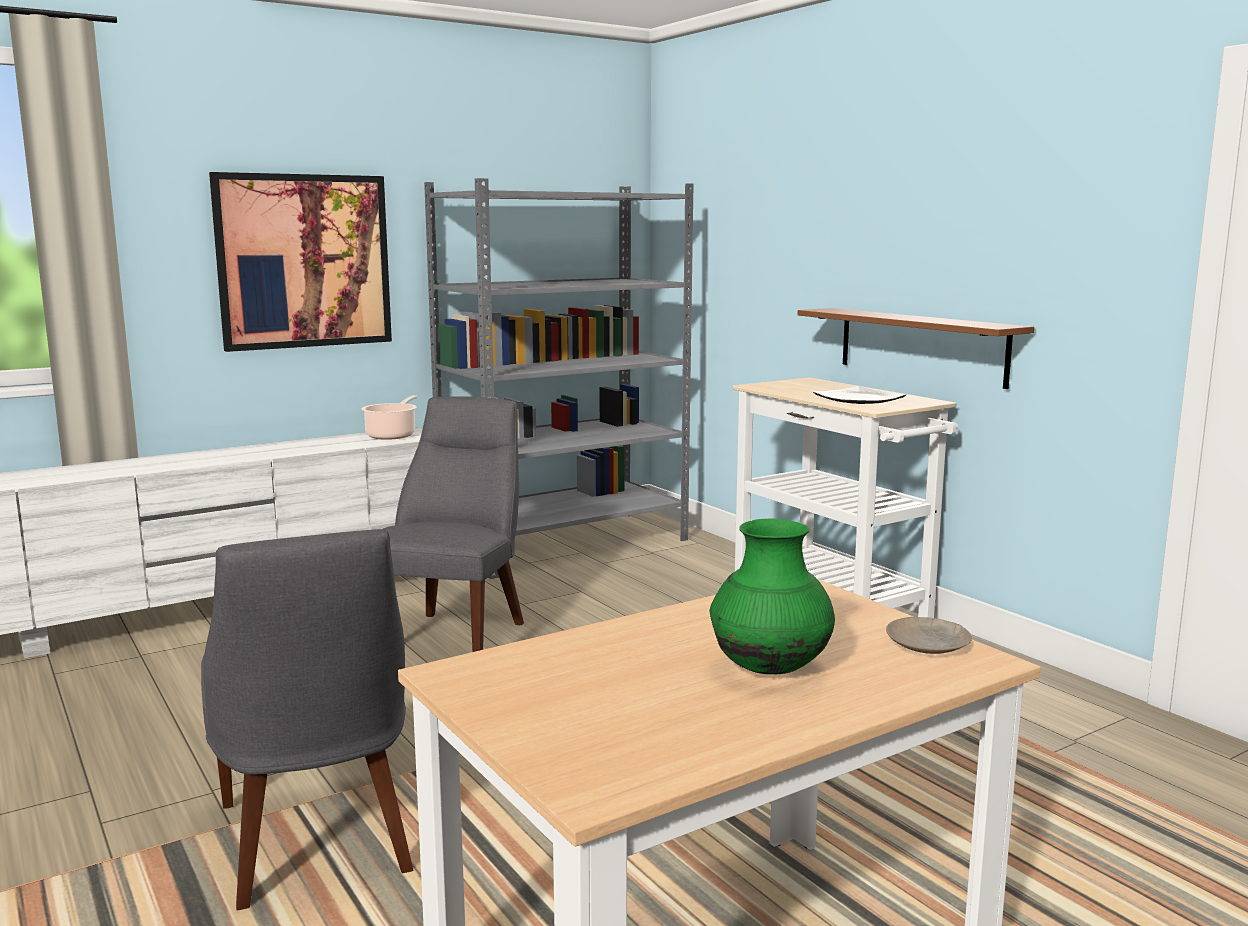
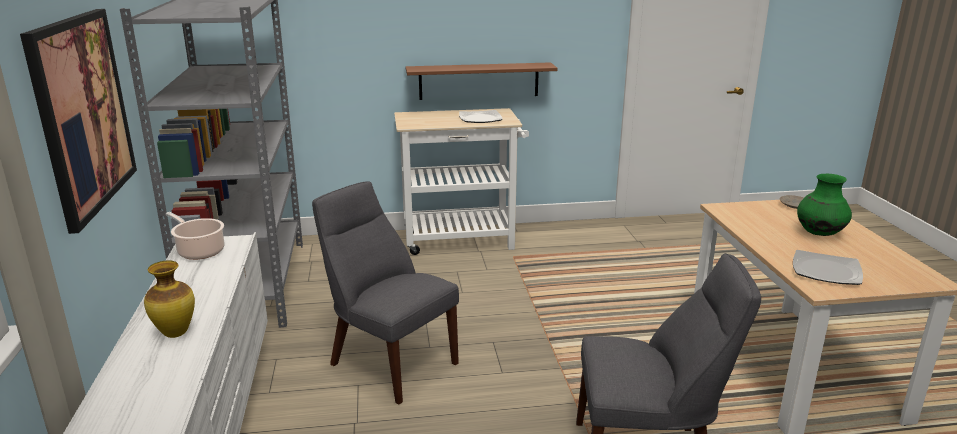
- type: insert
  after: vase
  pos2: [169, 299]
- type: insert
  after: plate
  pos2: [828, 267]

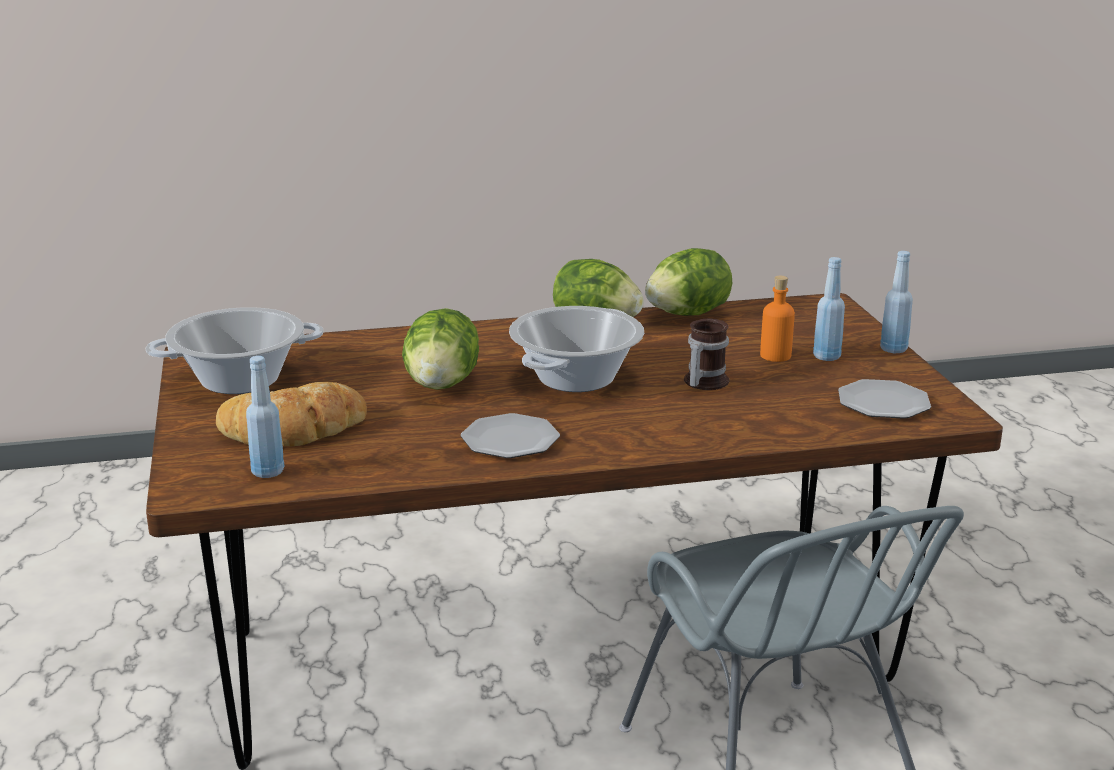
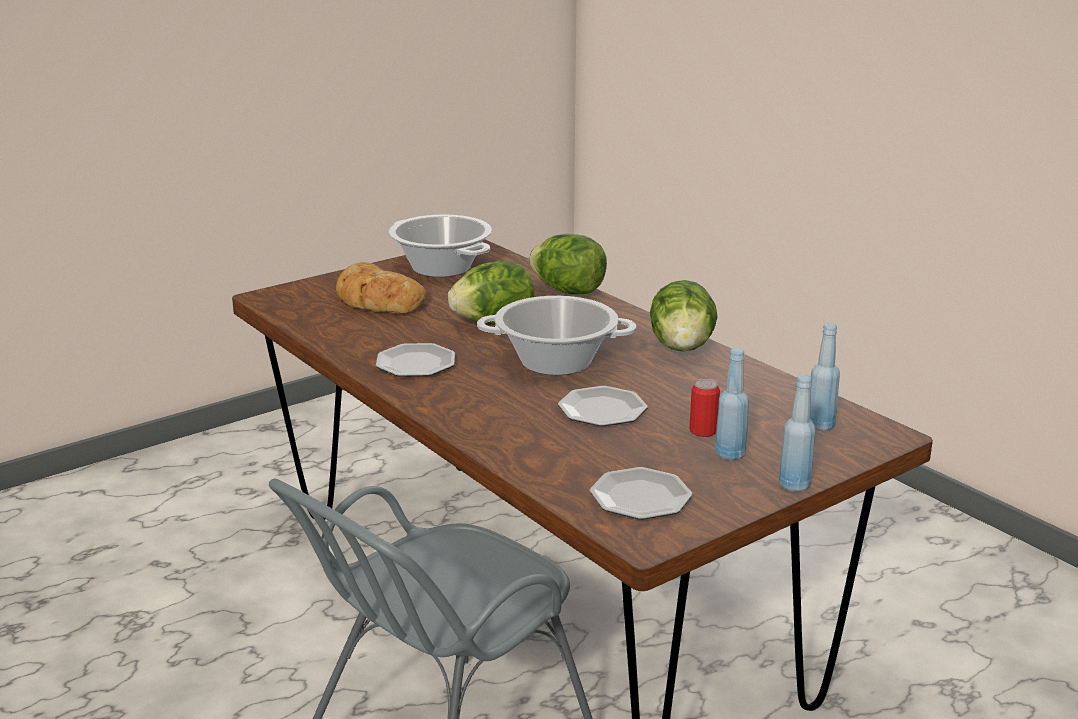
- type: move
  before: blue bottle
  pos1: [265, 417]
  pos2: [825, 377]
- type: move
  before: lettuce
  pos1: [688, 282]
  pos2: [568, 264]
- type: replace
  before: mug
  after: plate
  pos1: [706, 354]
  pos2: [603, 406]
- type: replace
  before: orange bottle
  after: can
  pos1: [777, 319]
  pos2: [704, 407]

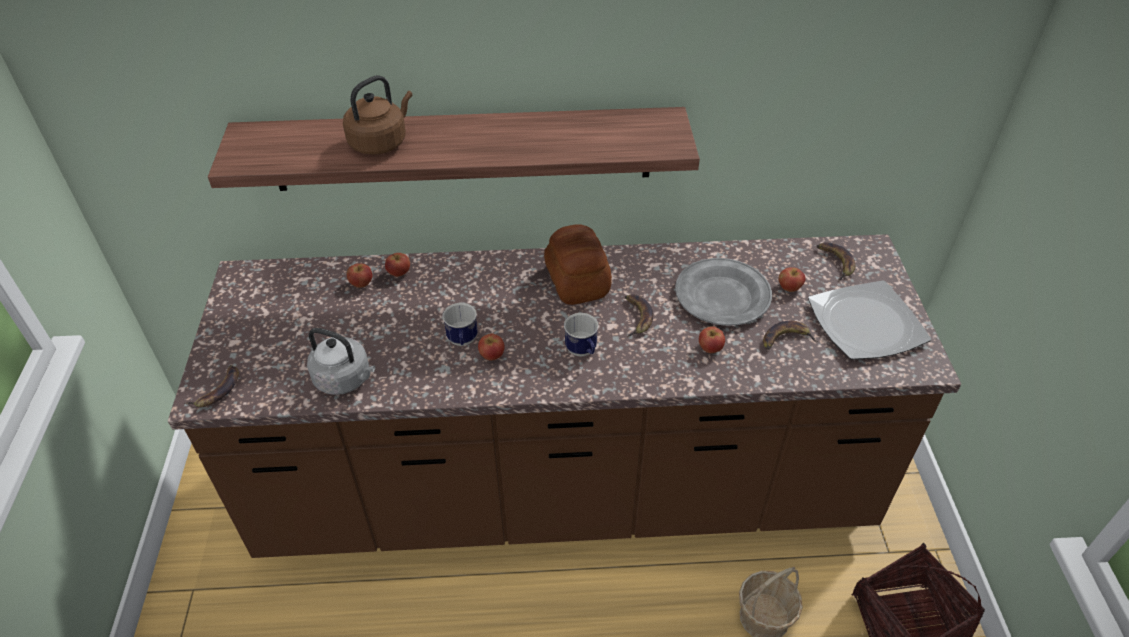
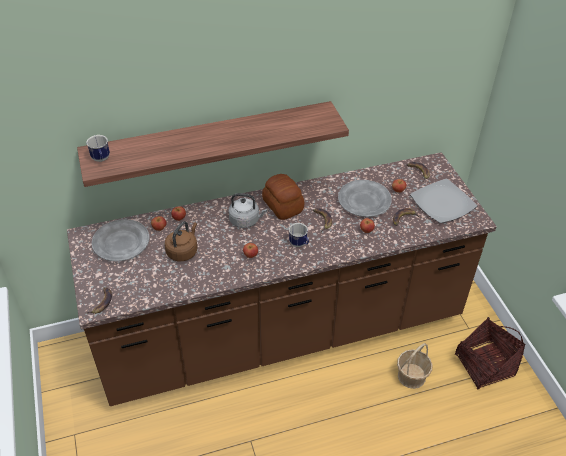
- type: move
  before: grey kettle
  pos1: [341, 361]
  pos2: [248, 210]
- type: move
  before: brown kettle
  pos1: [377, 115]
  pos2: [181, 241]
- type: move
  before: mug
  pos1: [460, 324]
  pos2: [98, 148]
- type: insert
  after: grey plate
  pos2: [120, 240]

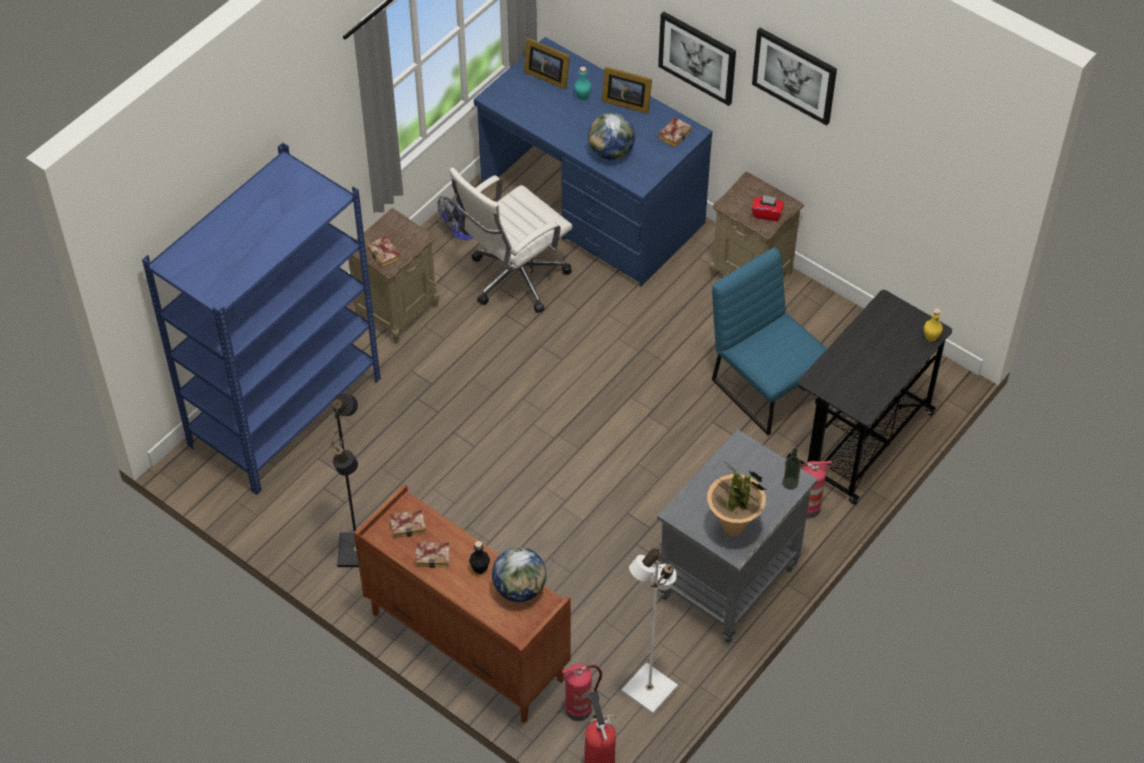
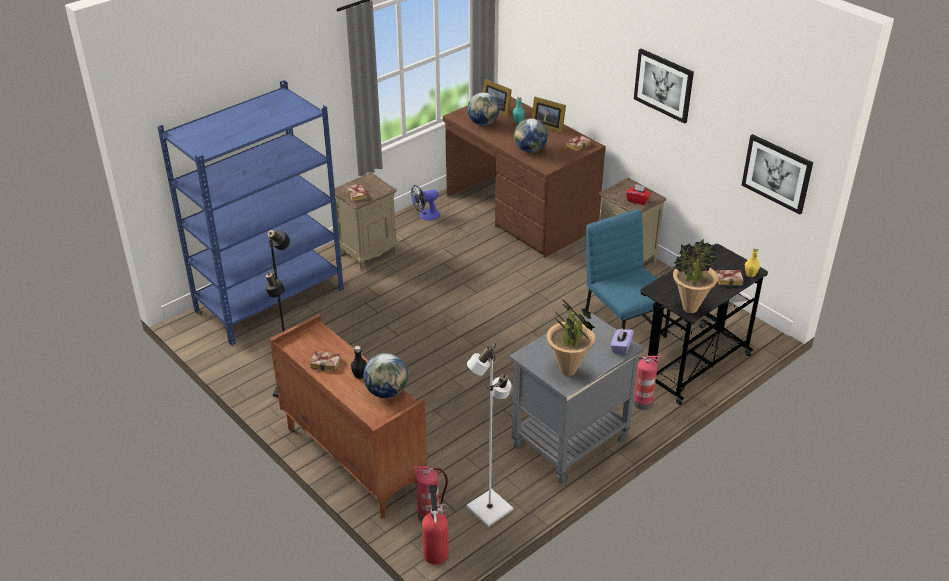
- type: move
  before: book
  pos1: [408, 523]
  pos2: [730, 278]
- type: delete
  before: white office chair
  pos1: [511, 240]
- type: recolor
  before: blue desk
  after: brown desk
  pos1: [593, 162]
  pos2: [524, 177]
- type: move
  before: picture
  pos1: [697, 58]
  pos2: [777, 174]
- type: replace
  before: bottle
  after: purple tissue box
  pos1: [791, 469]
  pos2: [622, 341]
- type: insert
  after: globe
  pos2: [483, 109]
- type: insert
  after: potted plant
  pos2: [696, 276]

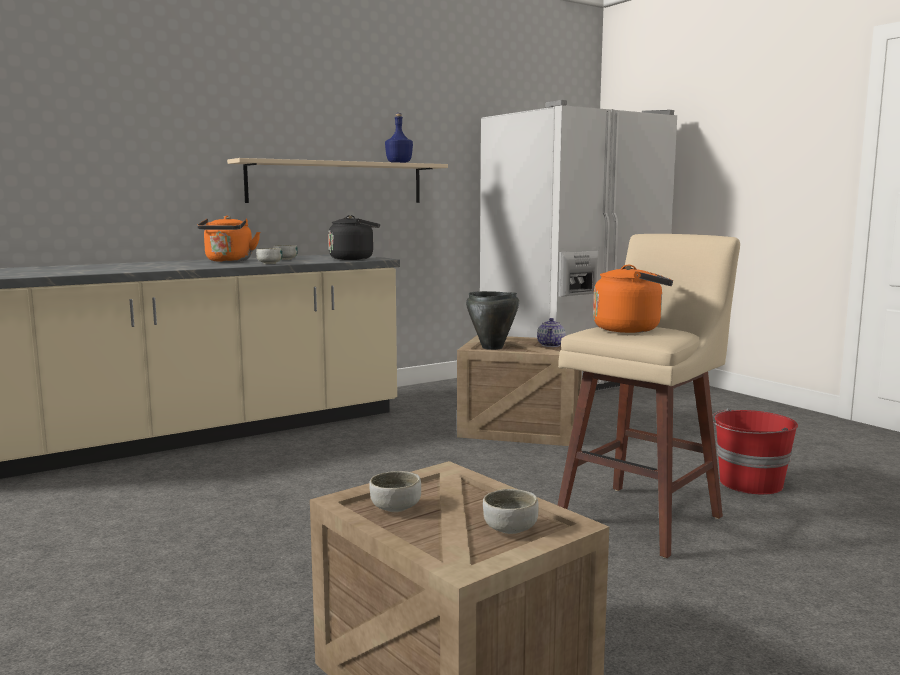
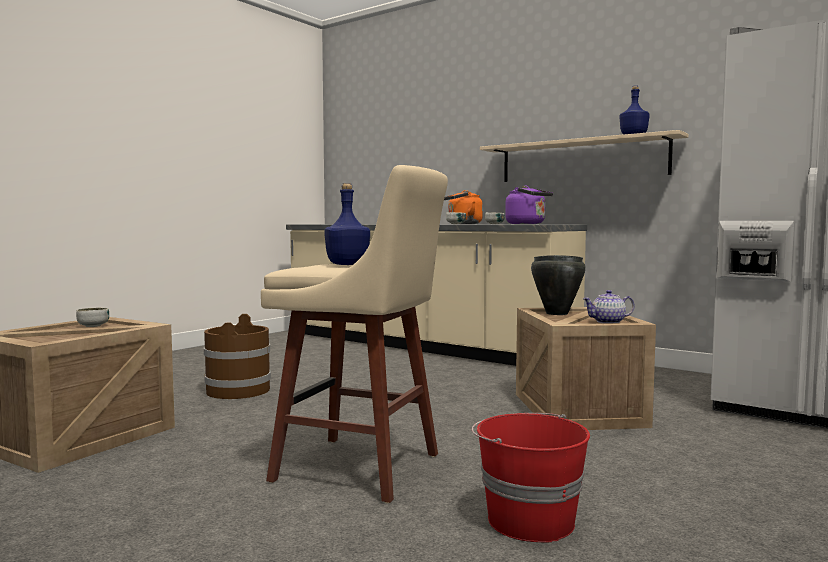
- type: recolor
  before: black kettle
  after: purple kettle
  pos1: [354, 237]
  pos2: [529, 205]
- type: delete
  before: bowl
  pos1: [511, 511]
- type: replace
  before: orange kettle
  after: blue bottle
  pos1: [633, 299]
  pos2: [347, 224]
- type: insert
  after: brown bucket
  pos2: [237, 356]

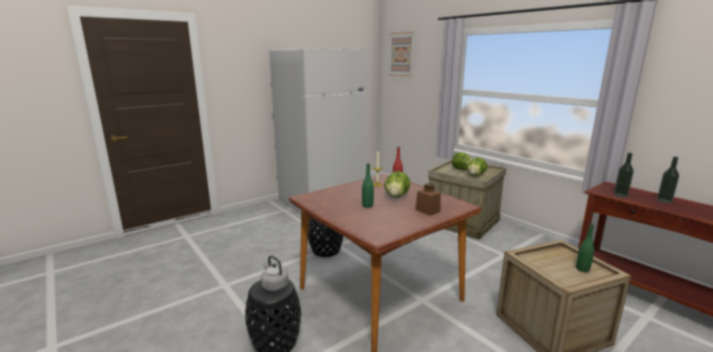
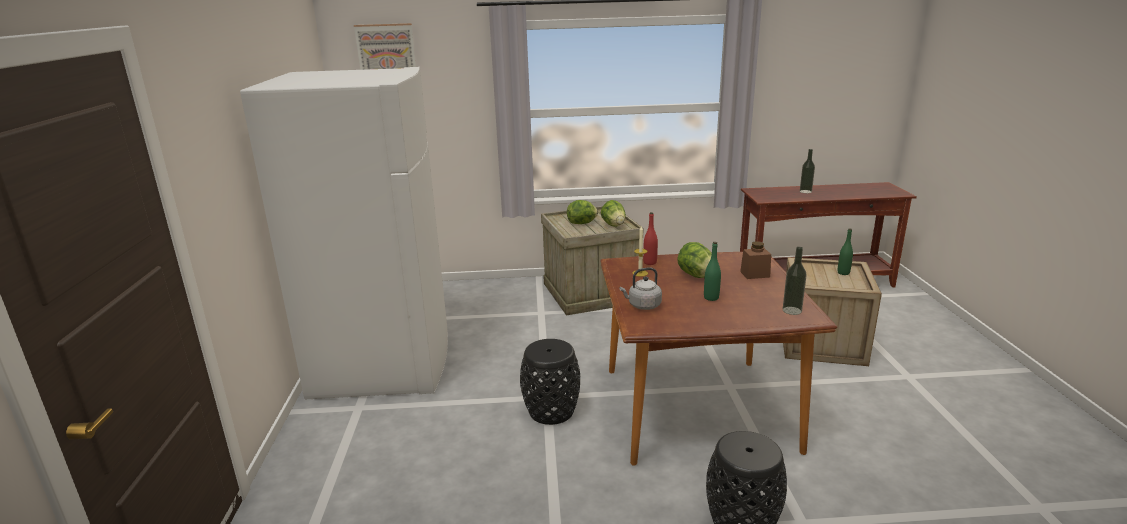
- type: move
  before: grey kettle
  pos1: [275, 273]
  pos2: [640, 289]
- type: move
  before: bottle
  pos1: [624, 175]
  pos2: [795, 281]

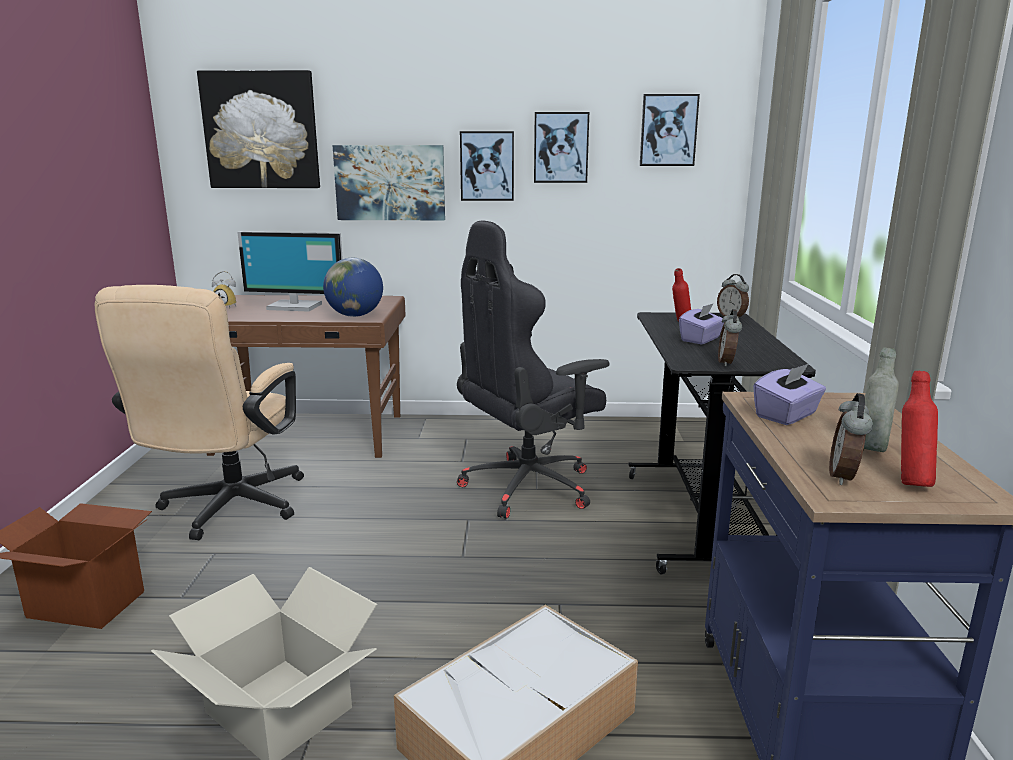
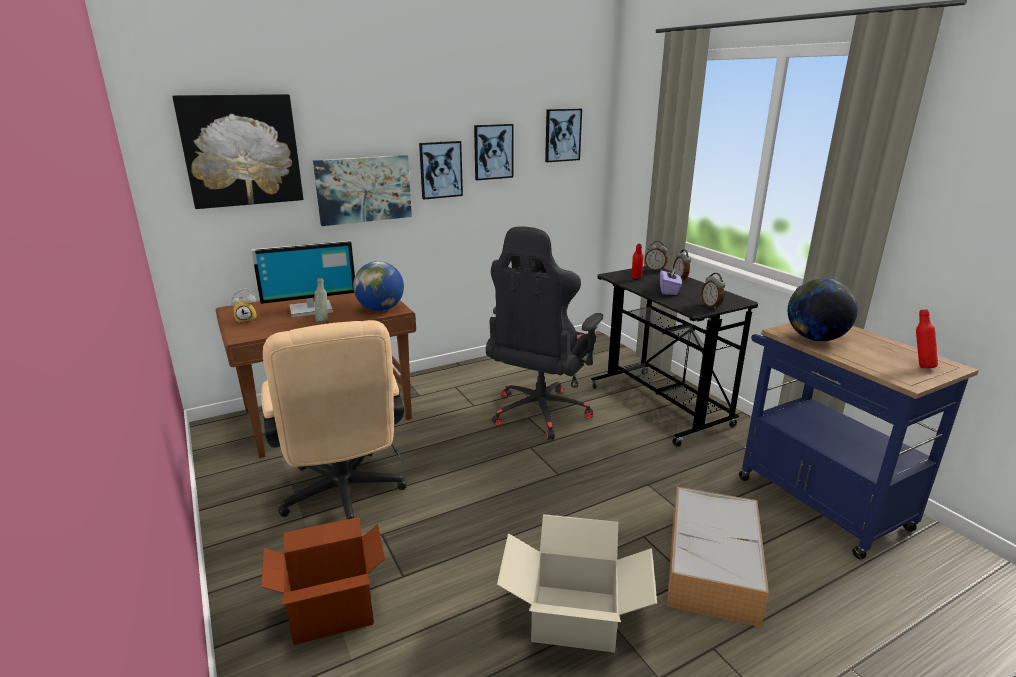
- type: replace
  before: purple tissue box
  after: globe
  pos1: [789, 394]
  pos2: [823, 310]
- type: move
  before: alarm clock
  pos1: [851, 439]
  pos2: [682, 266]
- type: move
  before: grey bottle
  pos1: [881, 399]
  pos2: [321, 300]

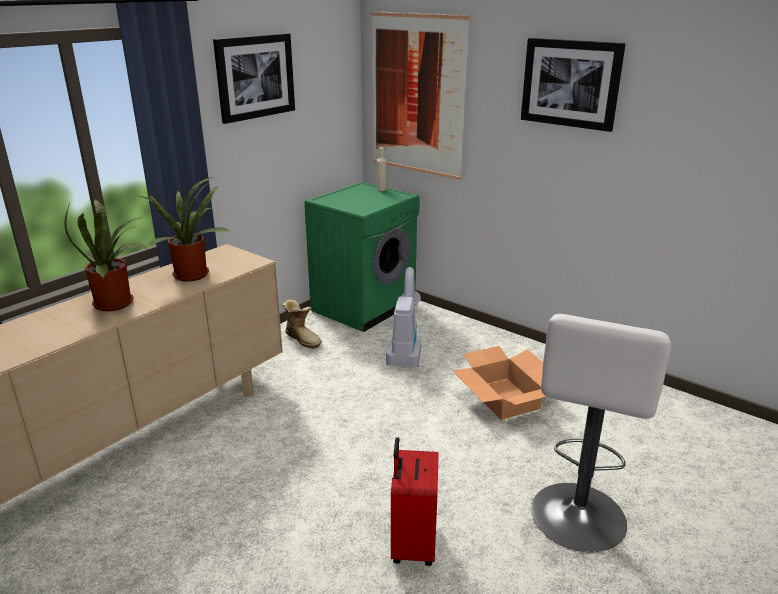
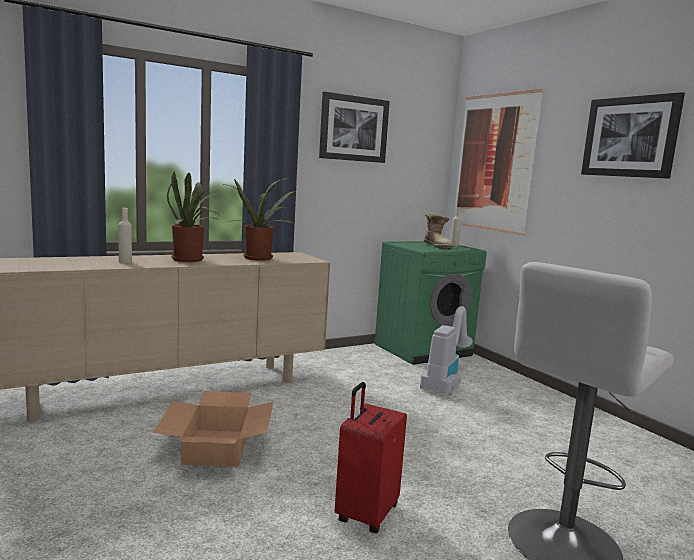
- type: move
  before: boot
  pos1: [302, 324]
  pos2: [438, 231]
- type: move
  before: cardboard box
  pos1: [499, 383]
  pos2: [213, 429]
- type: insert
  after: beige bottle
  pos2: [125, 235]

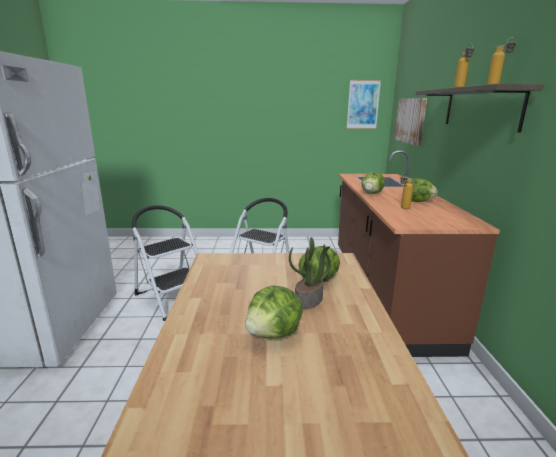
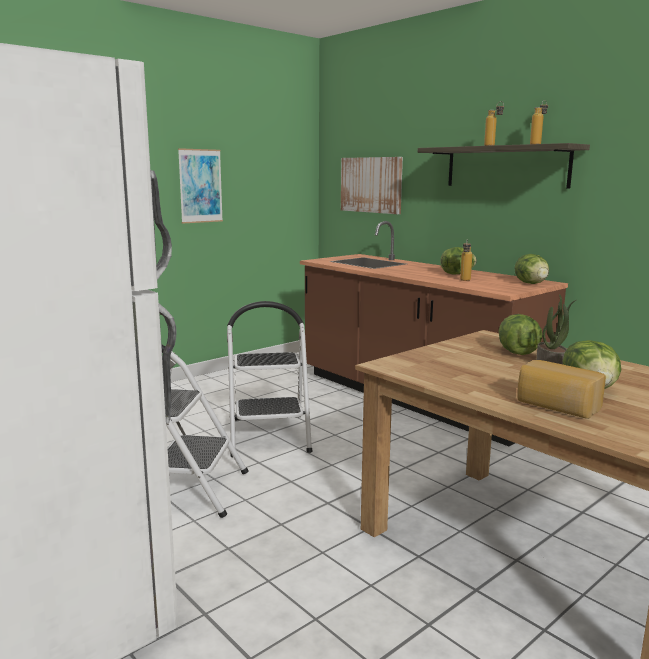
- type: move
  before: picture
  pos1: [364, 104]
  pos2: [200, 186]
- type: move
  before: lettuce
  pos1: [373, 183]
  pos2: [531, 269]
- type: insert
  after: bread
  pos2: [562, 389]

